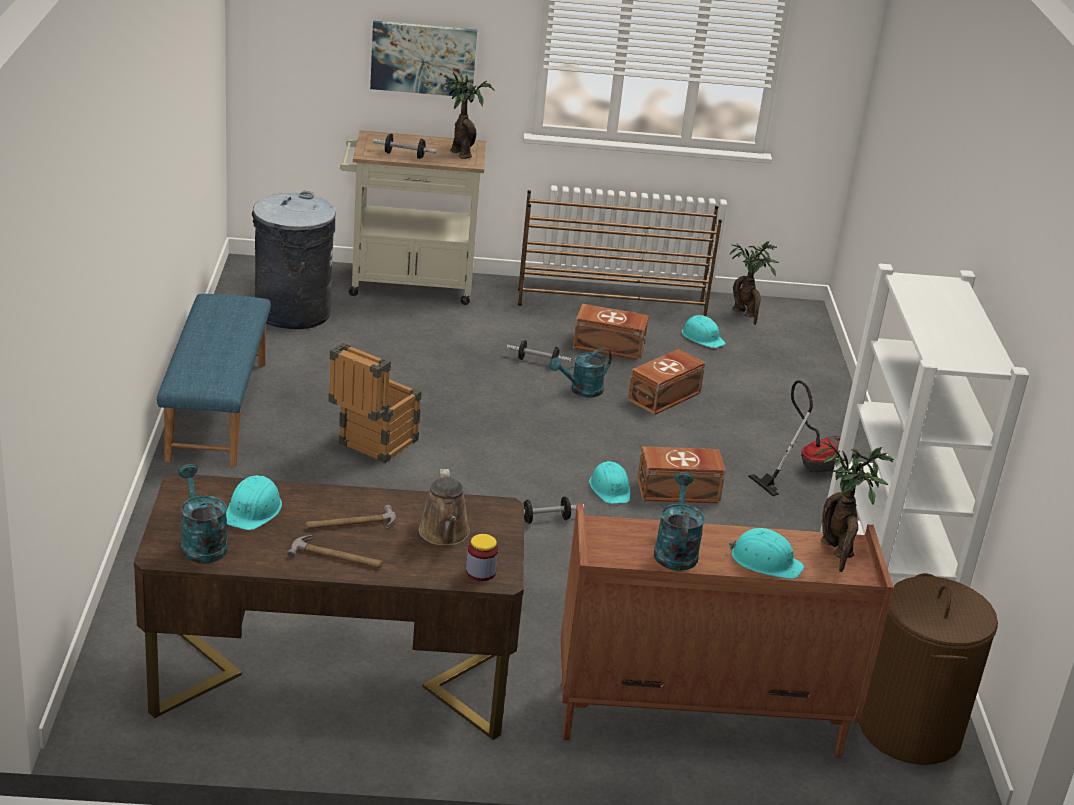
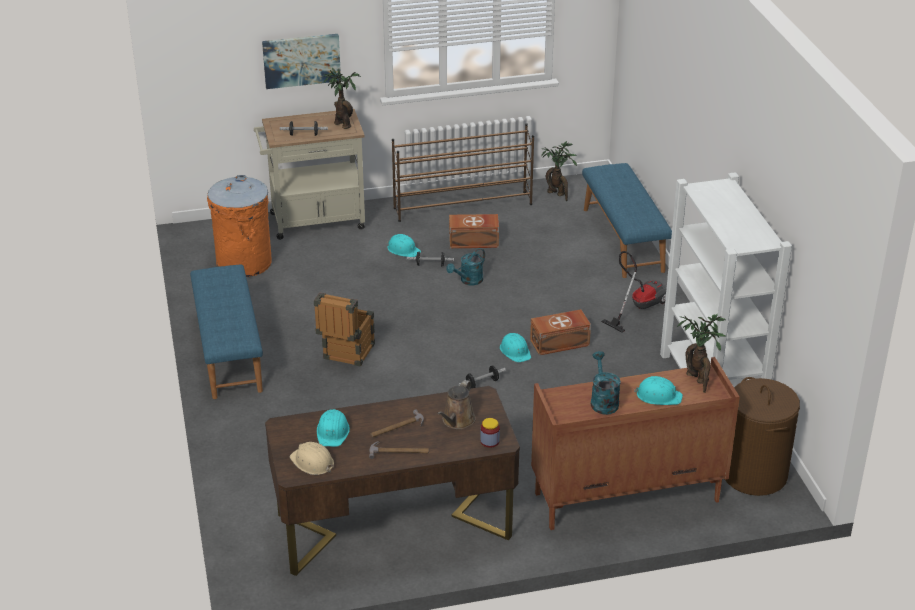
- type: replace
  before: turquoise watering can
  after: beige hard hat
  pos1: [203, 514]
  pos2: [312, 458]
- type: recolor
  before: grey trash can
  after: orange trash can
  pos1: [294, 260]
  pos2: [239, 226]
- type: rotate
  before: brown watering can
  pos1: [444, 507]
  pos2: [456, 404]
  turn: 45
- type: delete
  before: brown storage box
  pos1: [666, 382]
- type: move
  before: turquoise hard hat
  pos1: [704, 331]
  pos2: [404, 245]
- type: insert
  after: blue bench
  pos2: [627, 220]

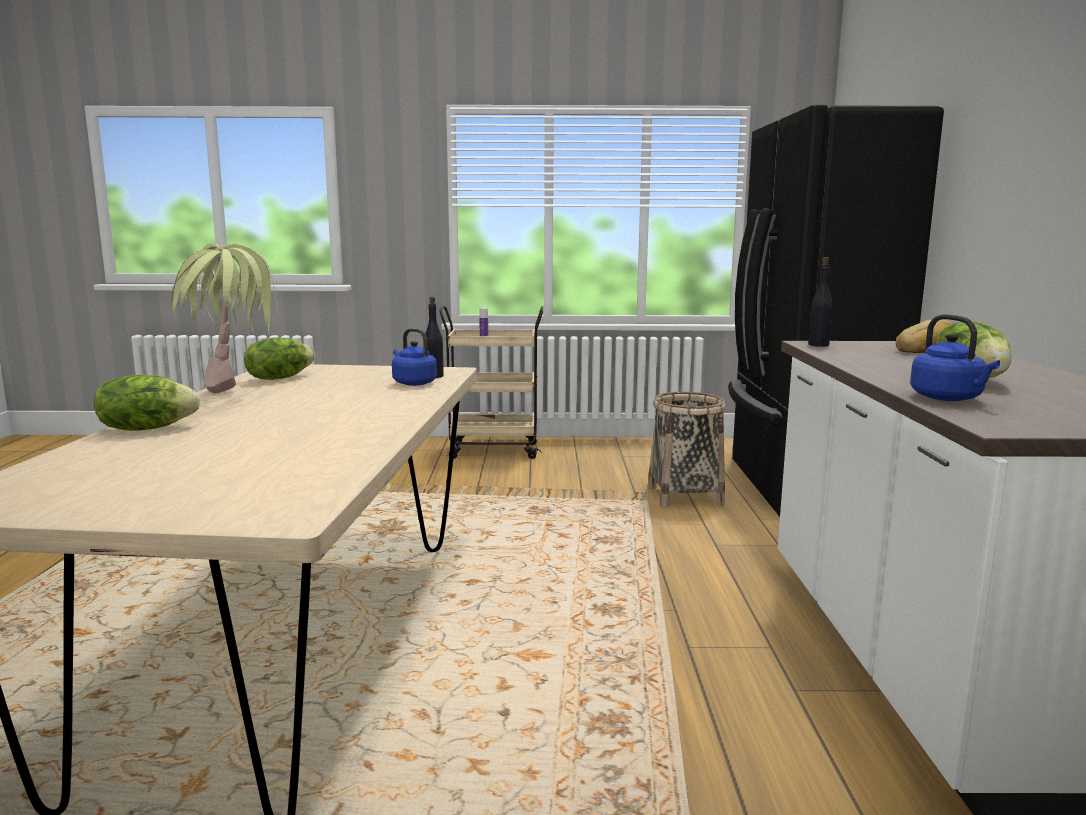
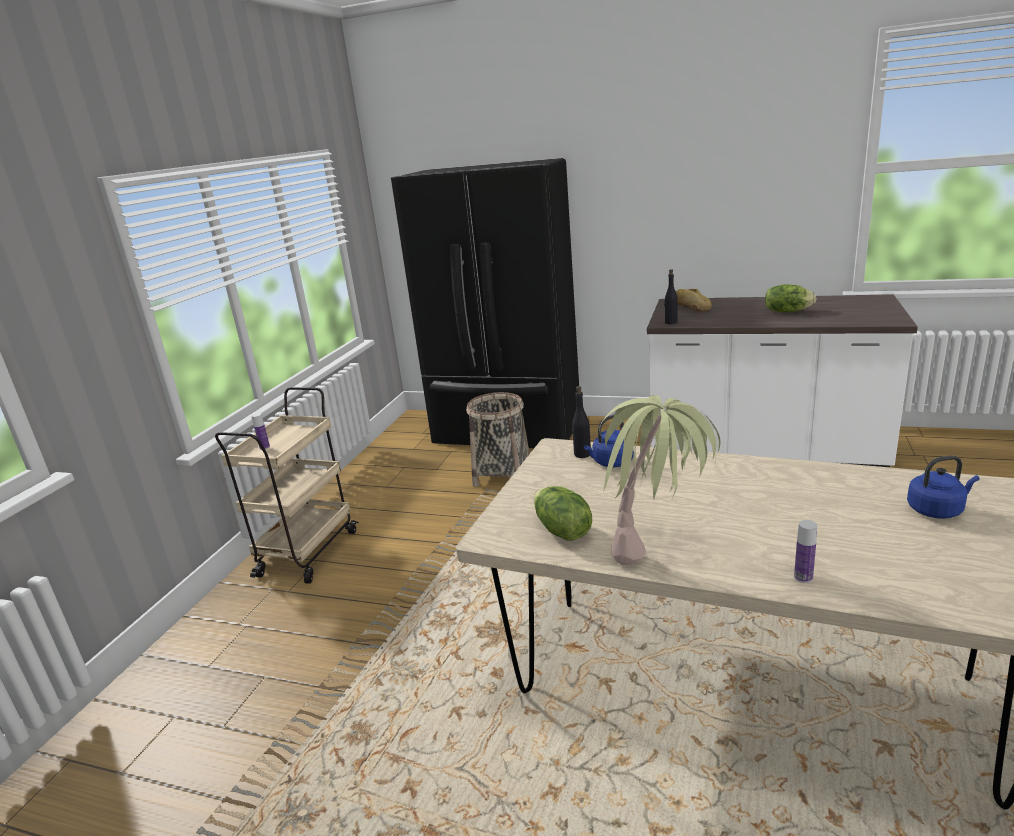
- type: replace
  before: lettuce
  after: bottle
  pos1: [147, 403]
  pos2: [805, 551]
- type: move
  before: blue kettle
  pos1: [955, 357]
  pos2: [943, 487]

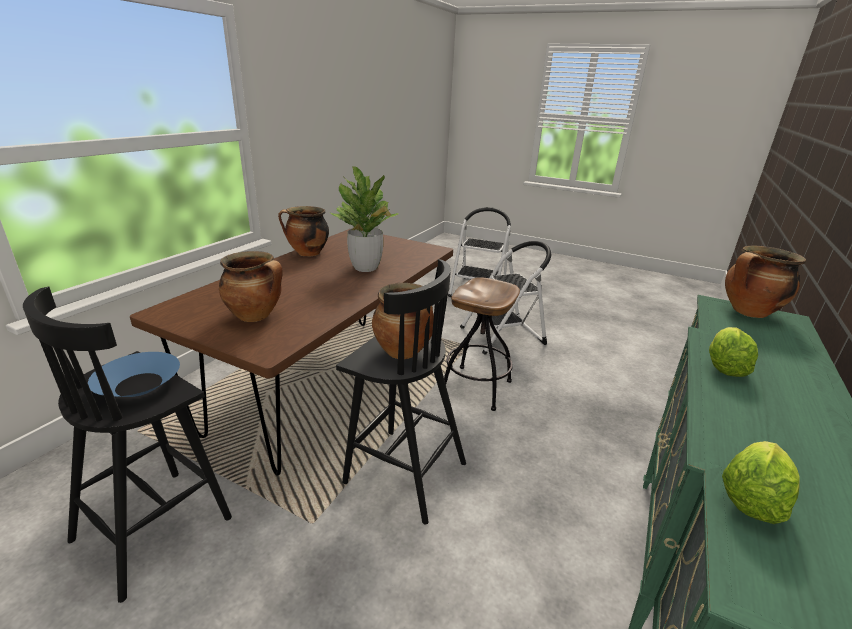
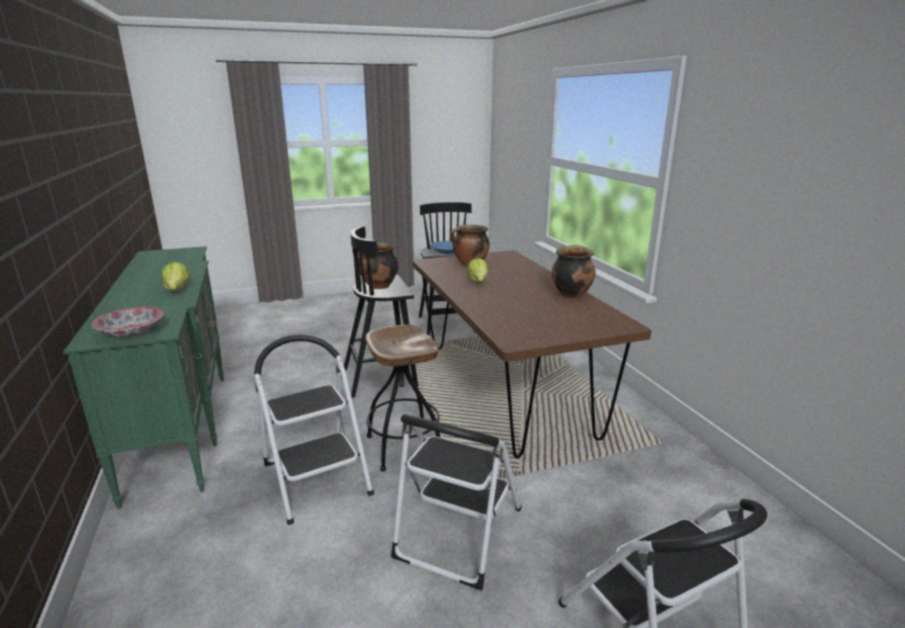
- type: delete
  before: potted plant
  pos1: [365, 219]
- type: move
  before: lettuce
  pos1: [760, 482]
  pos2: [477, 270]
- type: replace
  before: cooking pot
  after: bowl
  pos1: [765, 282]
  pos2: [128, 322]
- type: insert
  after: step ladder
  pos2: [314, 430]

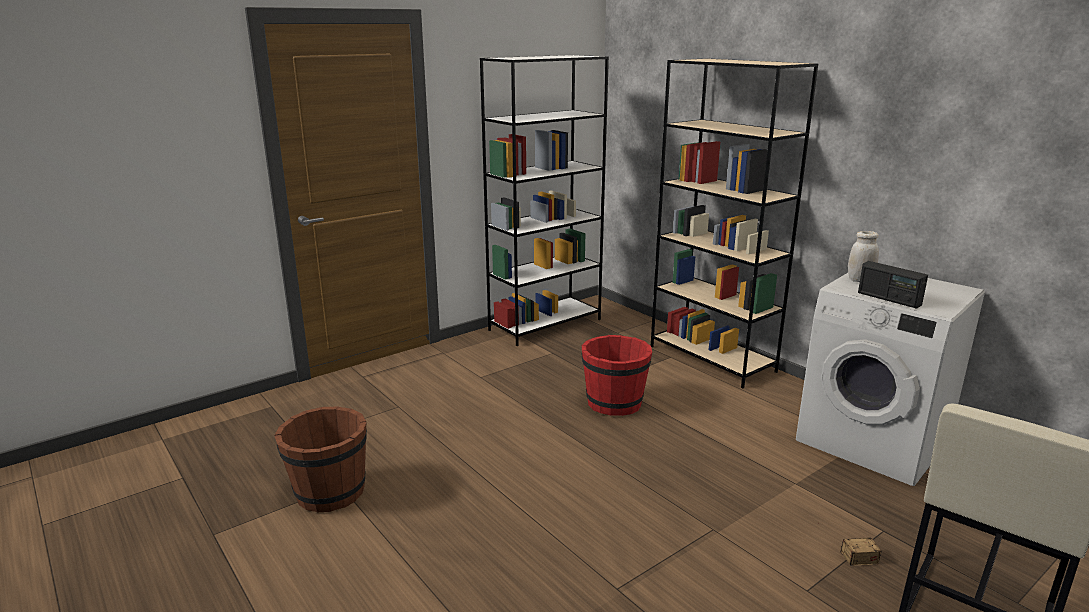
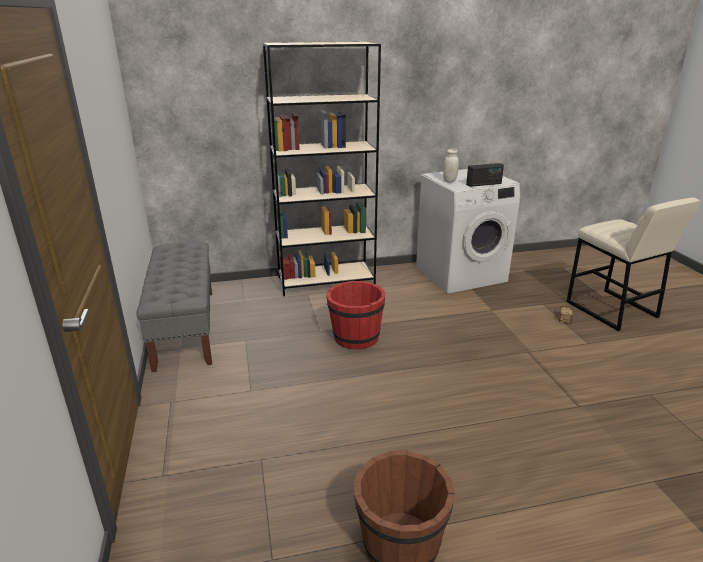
- type: replace
  before: white bookcase
  after: grey bench
  pos1: [544, 200]
  pos2: [174, 307]

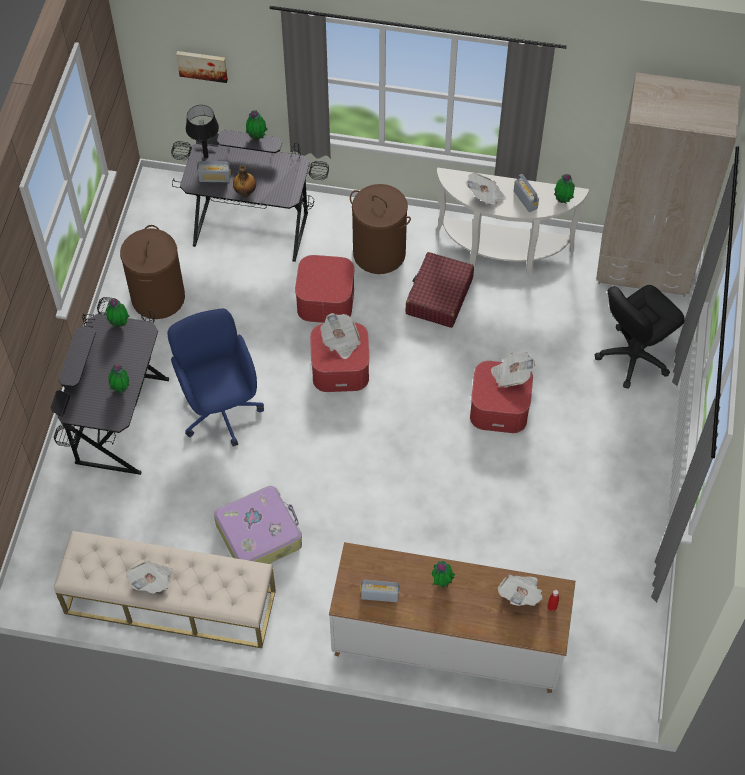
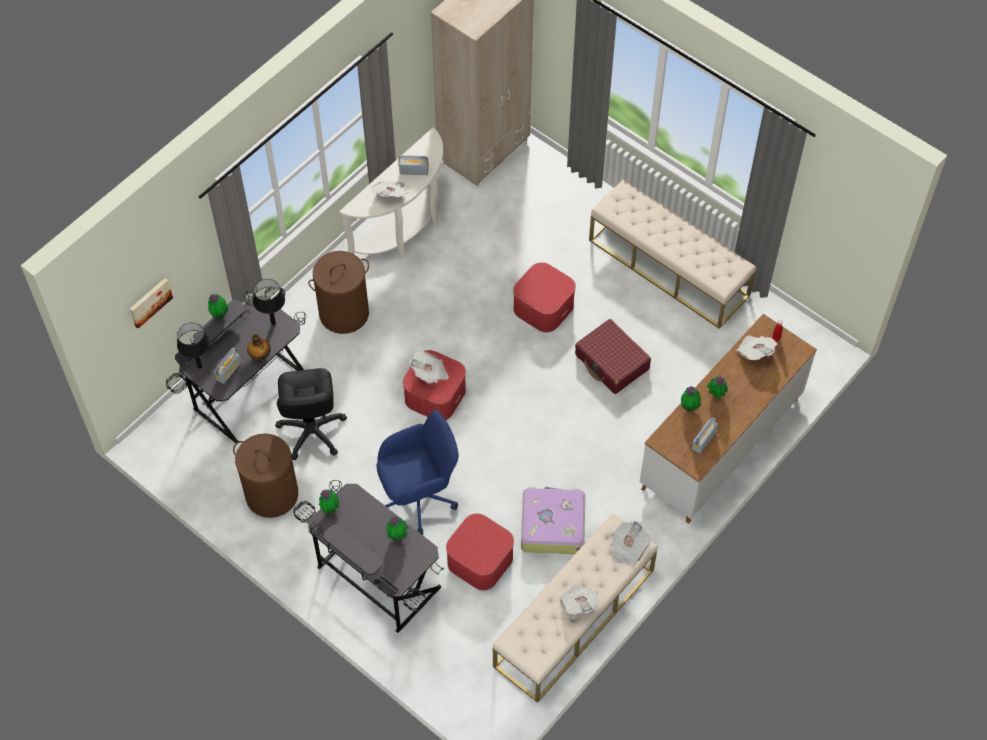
- type: rotate
  before: blue office chair
  pos1: [215, 378]
  pos2: [418, 472]
  turn: 150
- type: move
  before: ottoman
  pos1: [325, 289]
  pos2: [480, 551]
- type: move
  before: red suitcase
  pos1: [440, 290]
  pos2: [613, 356]
- type: move
  before: newspaper
  pos1: [513, 369]
  pos2: [630, 543]
- type: move
  before: potted plant
  pos1: [564, 189]
  pos2: [691, 399]
- type: move
  before: black office chair
  pos1: [640, 337]
  pos2: [311, 414]
- type: insert
  after: black table lamp
  pos2: [269, 302]
- type: insert
  after: beige bench
  pos2: [672, 254]

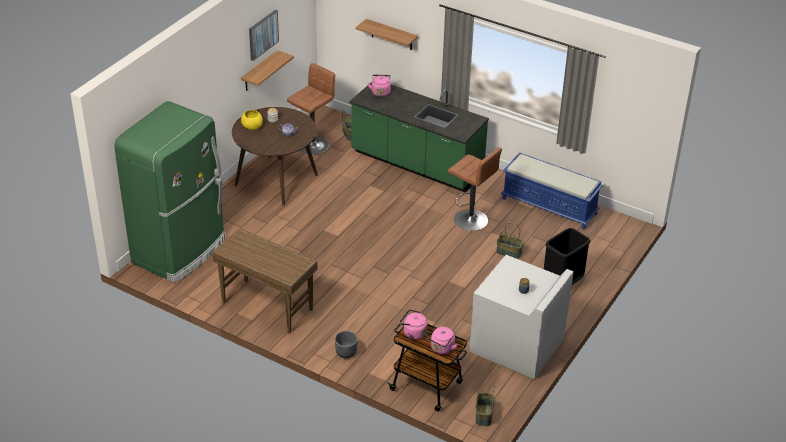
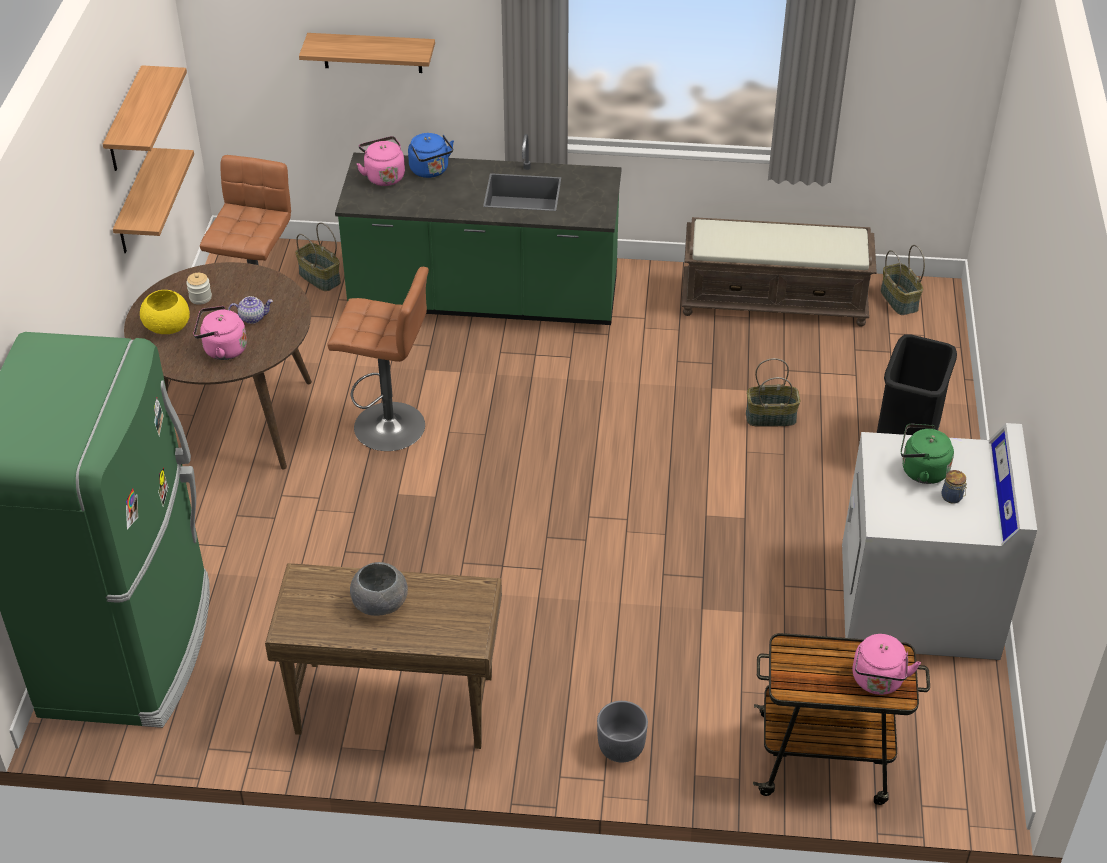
- type: replace
  before: picture
  after: shelf
  pos1: [264, 35]
  pos2: [145, 118]
- type: move
  before: pink kettle
  pos1: [414, 324]
  pos2: [220, 333]
- type: move
  before: brown stool
  pos1: [475, 189]
  pos2: [378, 359]
- type: move
  before: basket
  pos1: [485, 405]
  pos2: [903, 280]
- type: recolor
  before: blue bench
  after: brown bench
  pos1: [552, 191]
  pos2: [779, 272]
- type: insert
  after: grey bowl
  pos2: [379, 589]
- type: insert
  after: blue kettle
  pos2: [431, 155]
- type: insert
  after: green kettle
  pos2: [927, 454]

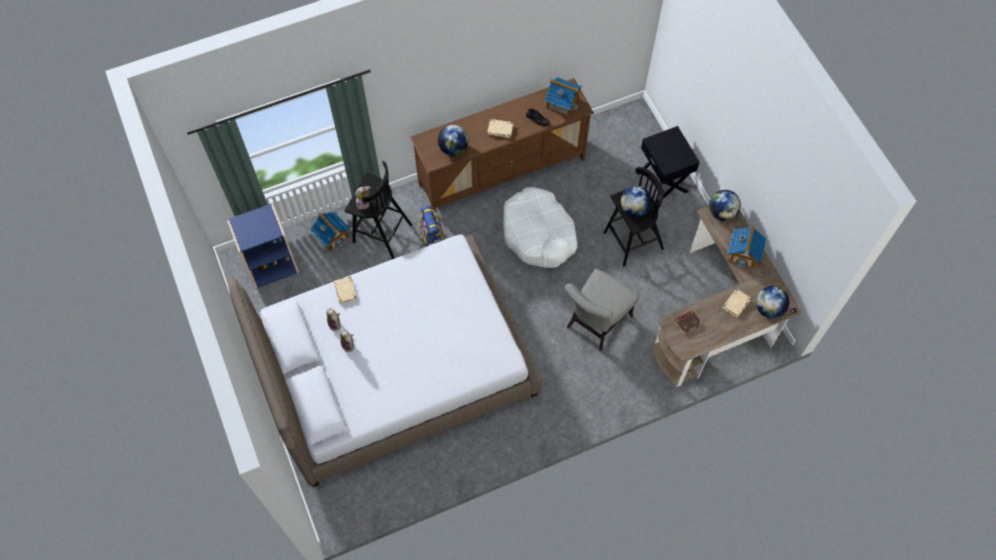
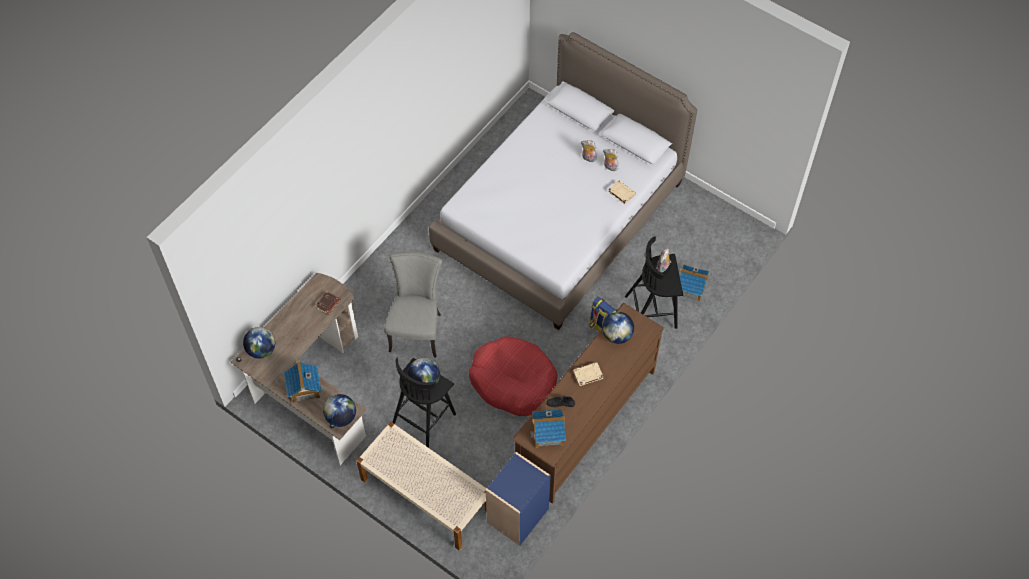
- type: move
  before: blue bookcase
  pos1: [263, 245]
  pos2: [518, 499]
- type: recolor
  before: white dog bed
  after: red dog bed
  pos1: [540, 227]
  pos2: [513, 376]
- type: replace
  before: black nightstand
  after: beige bench
  pos1: [668, 165]
  pos2: [421, 485]
- type: delete
  before: beige book
  pos1: [736, 303]

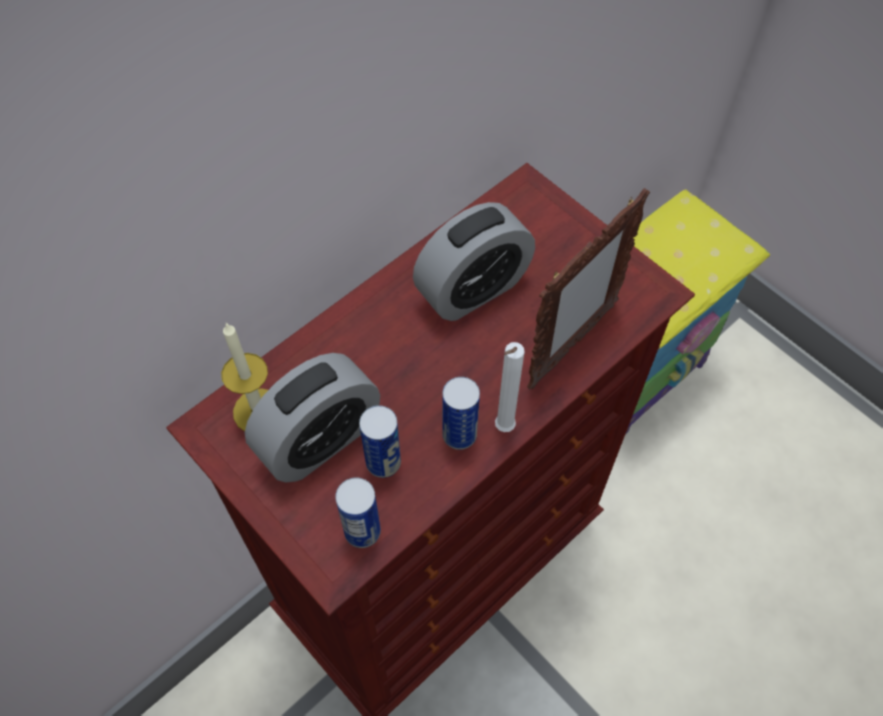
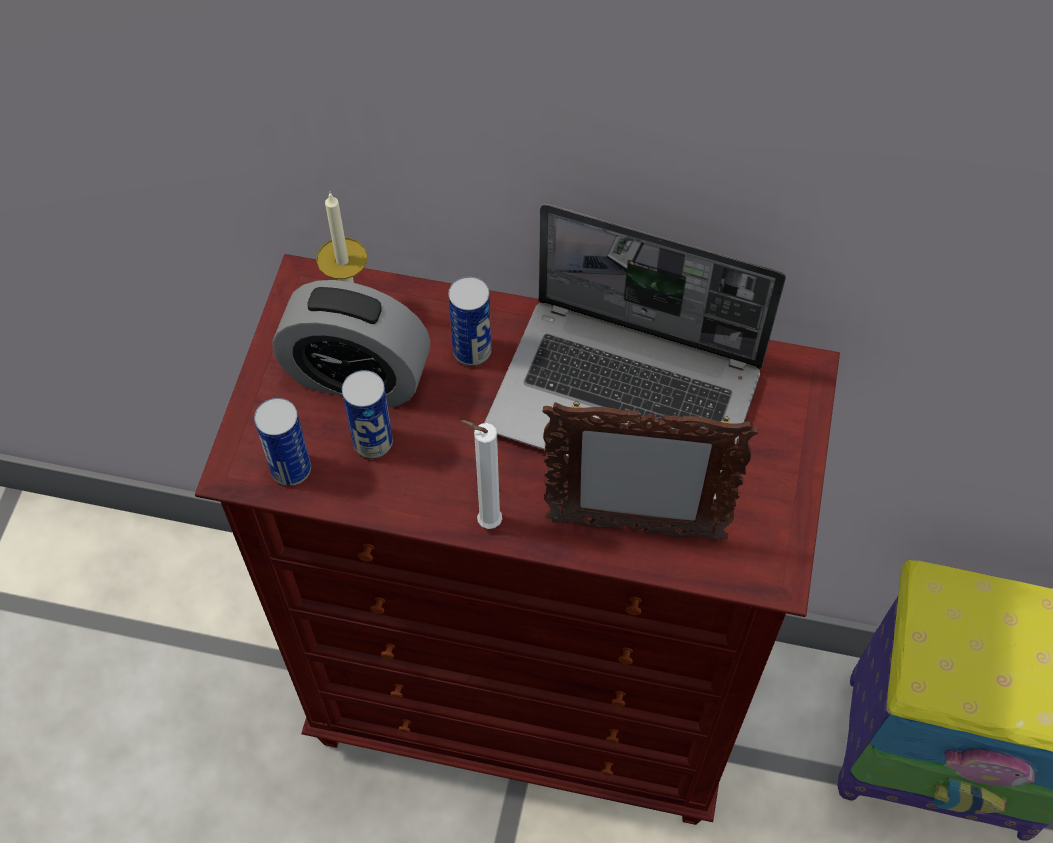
- type: replace
  before: alarm clock
  after: laptop
  pos1: [474, 261]
  pos2: [635, 351]
- type: move
  before: can
  pos1: [461, 413]
  pos2: [470, 321]

